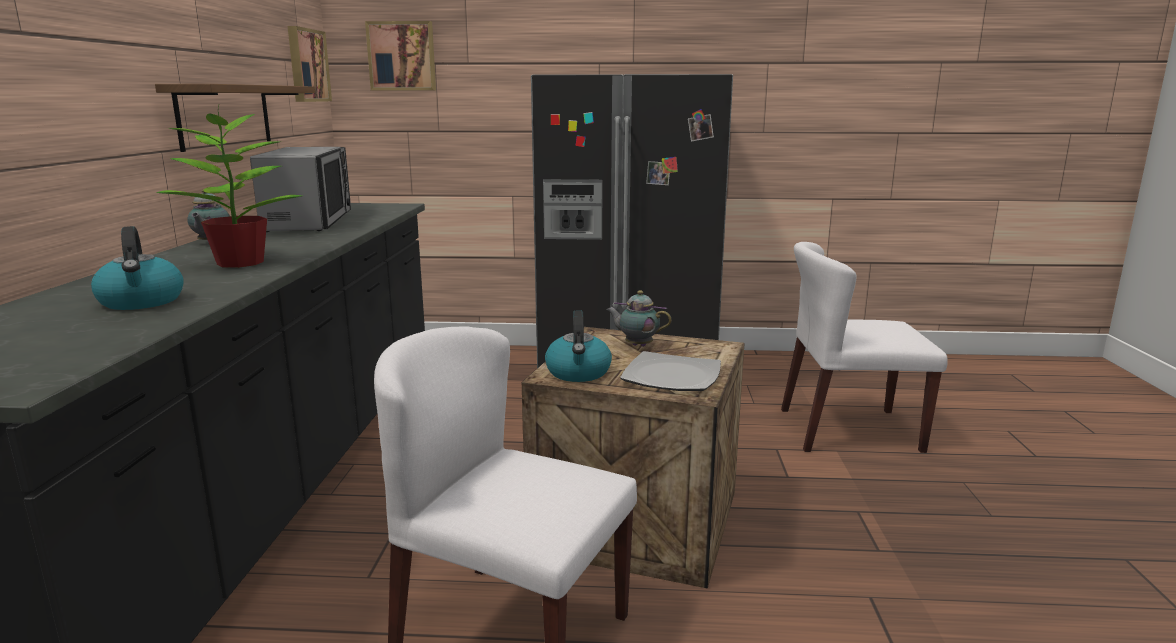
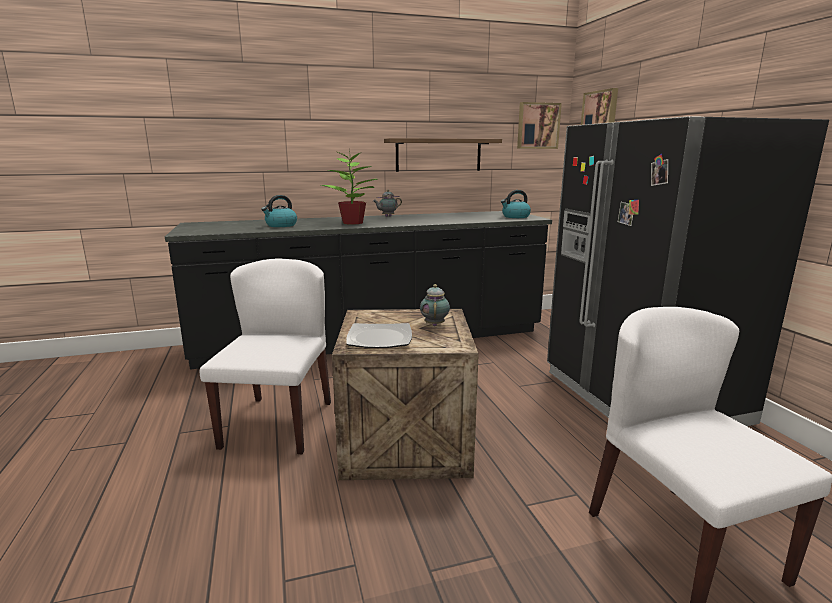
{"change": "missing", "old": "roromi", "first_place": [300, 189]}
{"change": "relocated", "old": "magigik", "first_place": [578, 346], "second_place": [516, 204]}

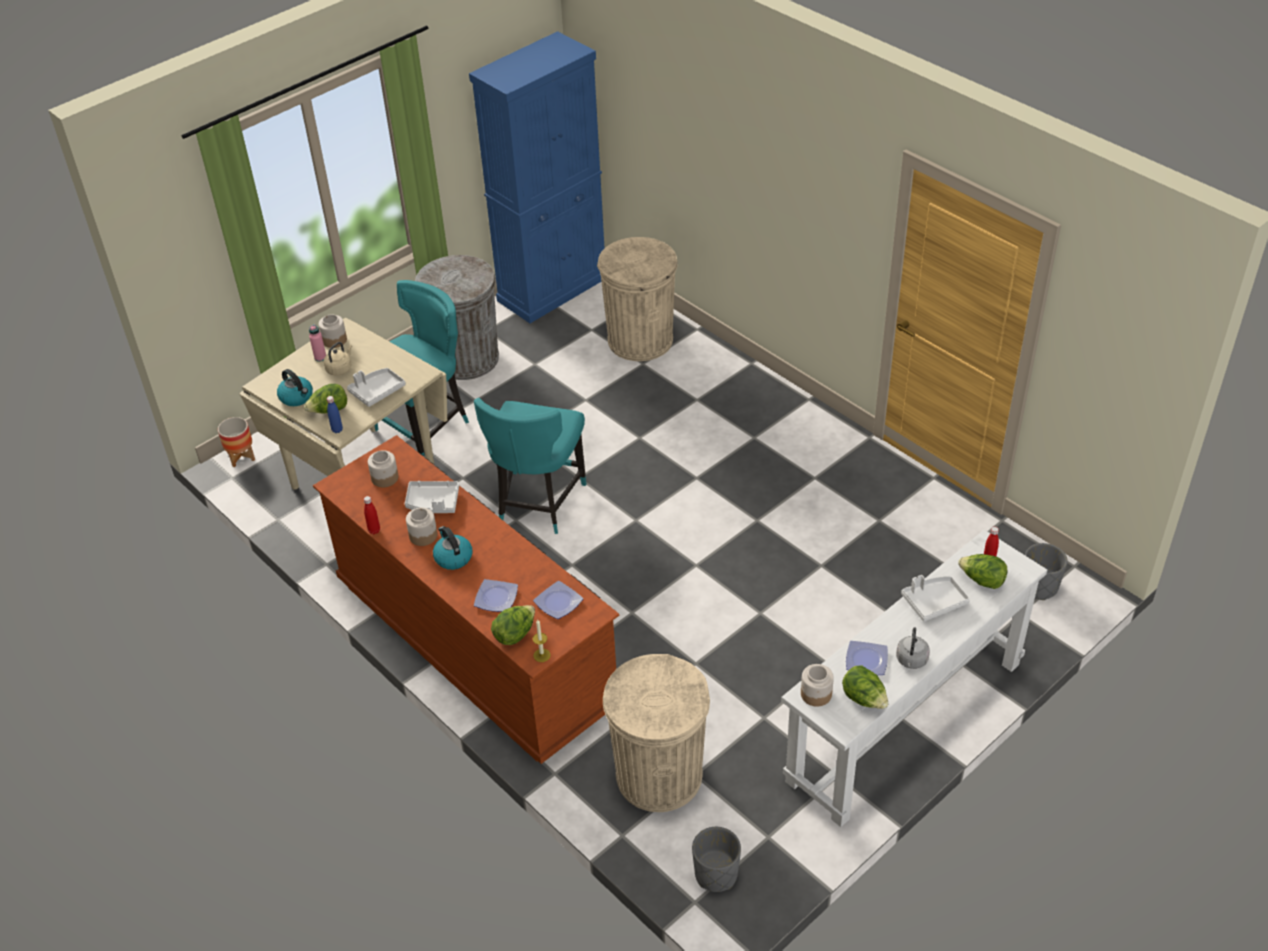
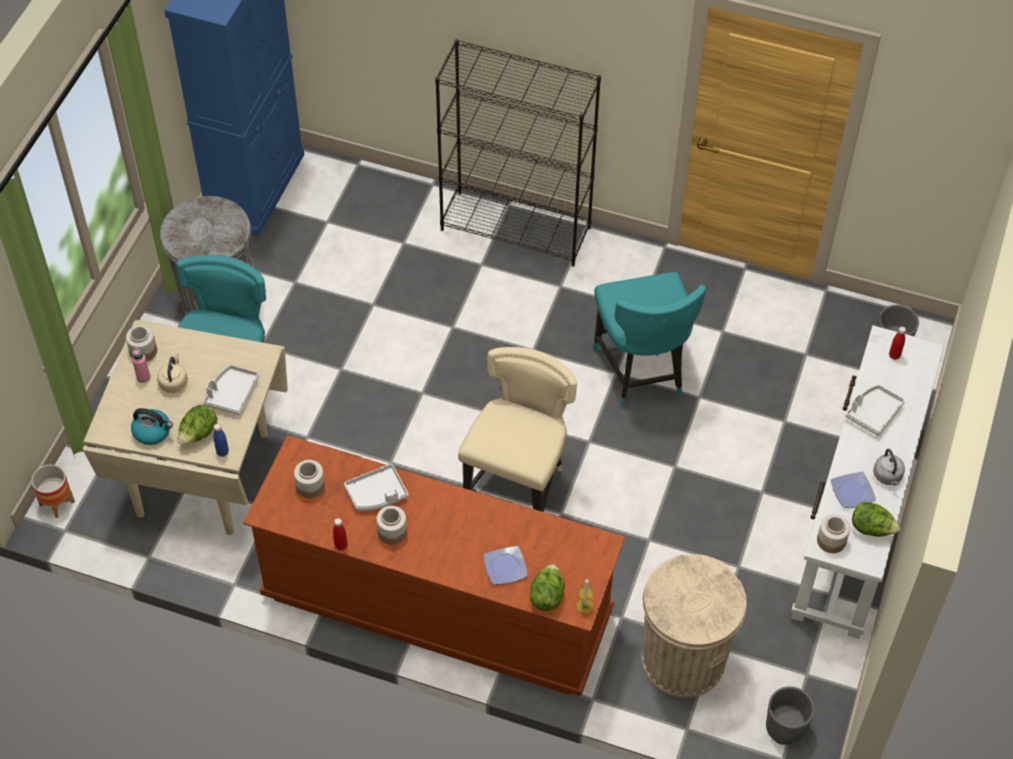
{"change": "missing", "old": "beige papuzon", "first_place": [637, 299]}
{"change": "relocated", "old": "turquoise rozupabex", "first_place": [530, 466], "second_place": [650, 339]}
{"change": "missing", "old": "magigik", "first_place": [453, 548]}
{"change": "missing", "old": "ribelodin", "first_place": [983, 571]}
{"change": "missing", "old": "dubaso", "first_place": [558, 600]}
{"change": "appeared", "new": "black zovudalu", "second_place": [518, 153]}
{"change": "appeared", "new": "beige rozupabex", "second_place": [517, 429]}

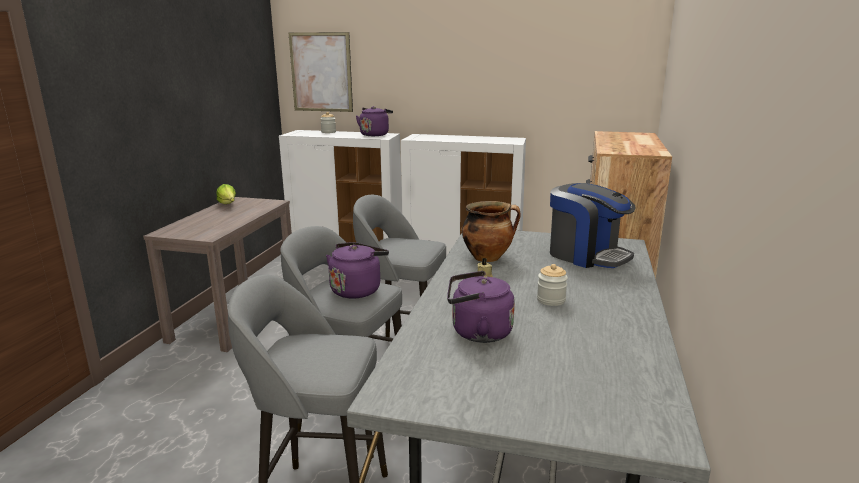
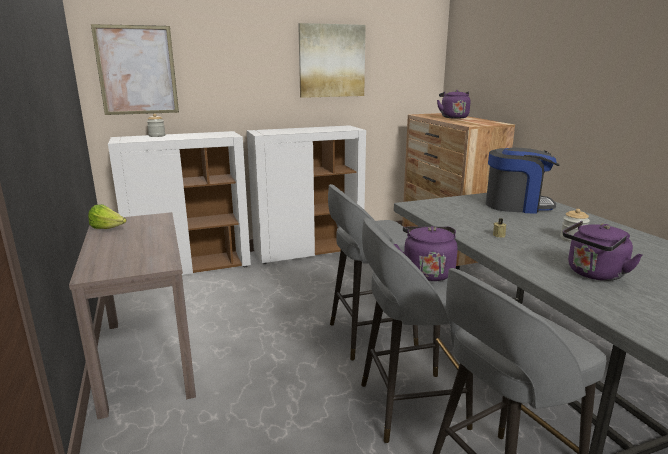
{"change": "relocated", "old": "purple magigik", "first_place": [374, 121], "second_place": [454, 104]}
{"change": "missing", "old": "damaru", "first_place": [491, 231]}
{"change": "appeared", "new": "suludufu", "second_place": [332, 60]}

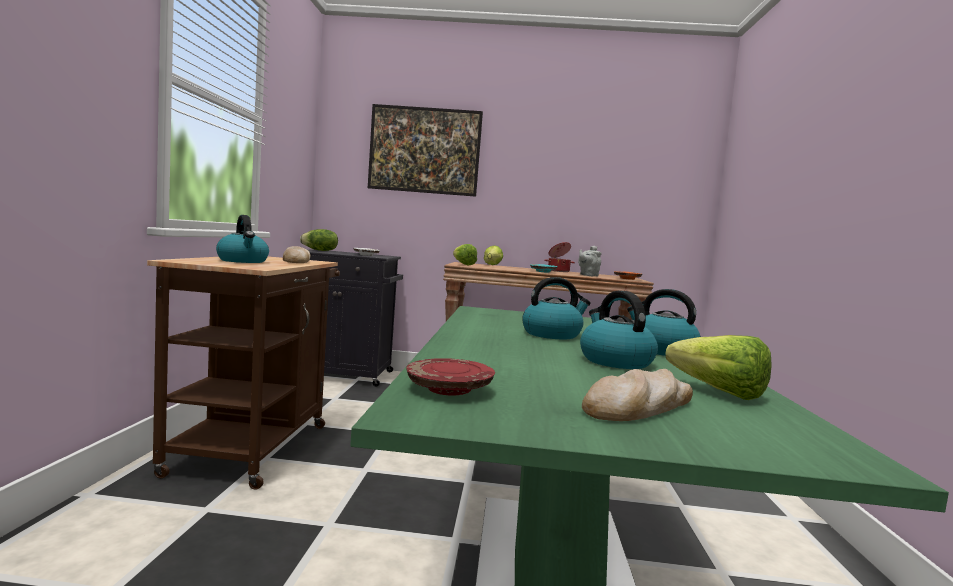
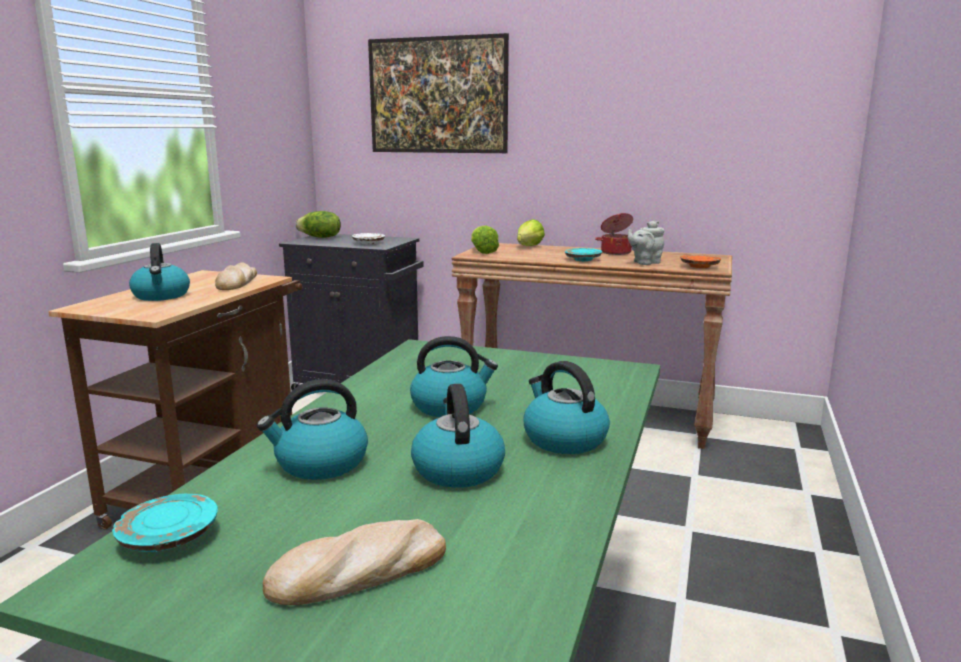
{"change": "missing", "old": "ribelodin", "first_place": [718, 367]}
{"change": "colour", "old": "red dubaso", "new": "turquoise dubaso", "first_place": [450, 376], "second_place": [165, 523]}
{"change": "appeared", "new": "magigik", "second_place": [312, 429]}

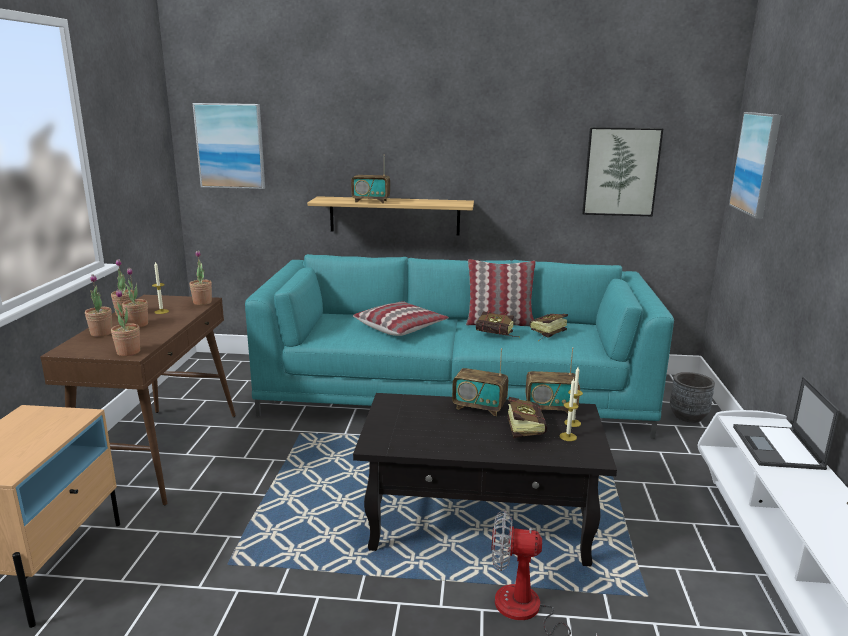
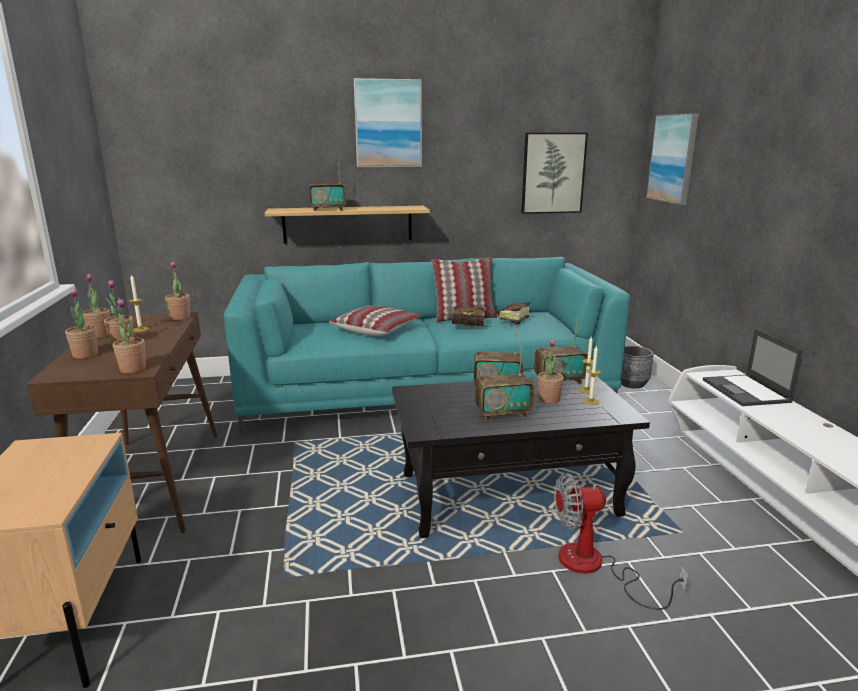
{"change": "relocated", "old": "suludufu", "first_place": [229, 146], "second_place": [388, 122]}
{"change": "exchanged", "old": "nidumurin", "new": "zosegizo", "first_place": [527, 417], "second_place": [551, 371]}
{"change": "appeared", "new": "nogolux", "second_place": [504, 384]}

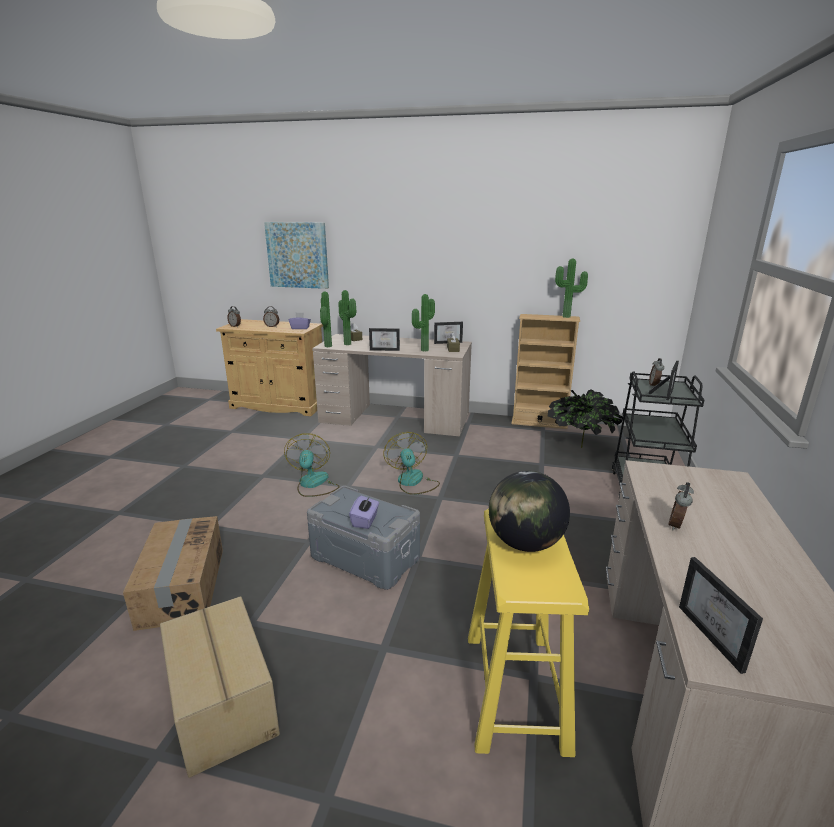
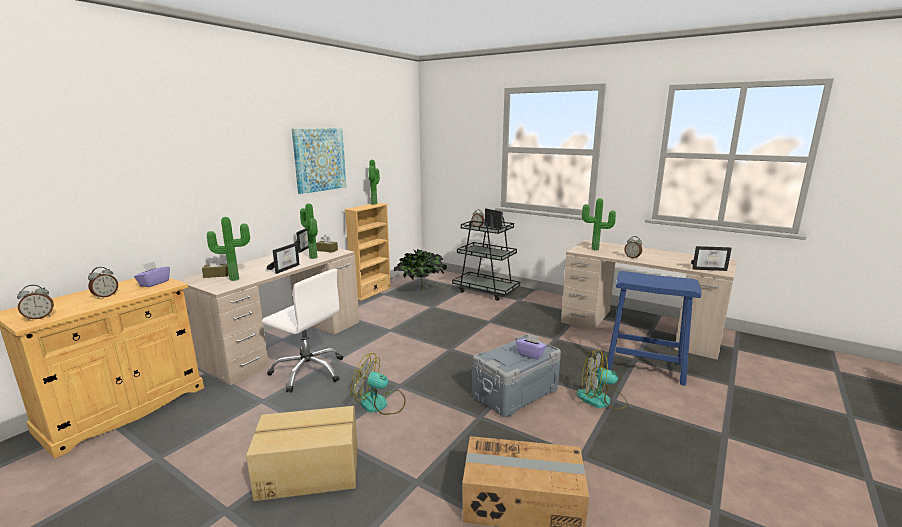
{"change": "relocated", "old": "suludufu", "first_place": [296, 255], "second_place": [319, 161]}
{"change": "relocated", "old": "zosegizo", "first_place": [326, 319], "second_place": [599, 224]}
{"change": "relocated", "old": "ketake", "first_place": [411, 463], "second_place": [602, 379]}
{"change": "missing", "old": "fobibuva", "first_place": [529, 511]}
{"change": "colour", "old": "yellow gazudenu", "new": "blue gazudenu", "first_place": [528, 632], "second_place": [654, 328]}
{"change": "relocated", "old": "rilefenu", "first_place": [220, 687], "second_place": [301, 453]}
{"change": "appeared", "new": "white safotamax", "second_place": [302, 331]}

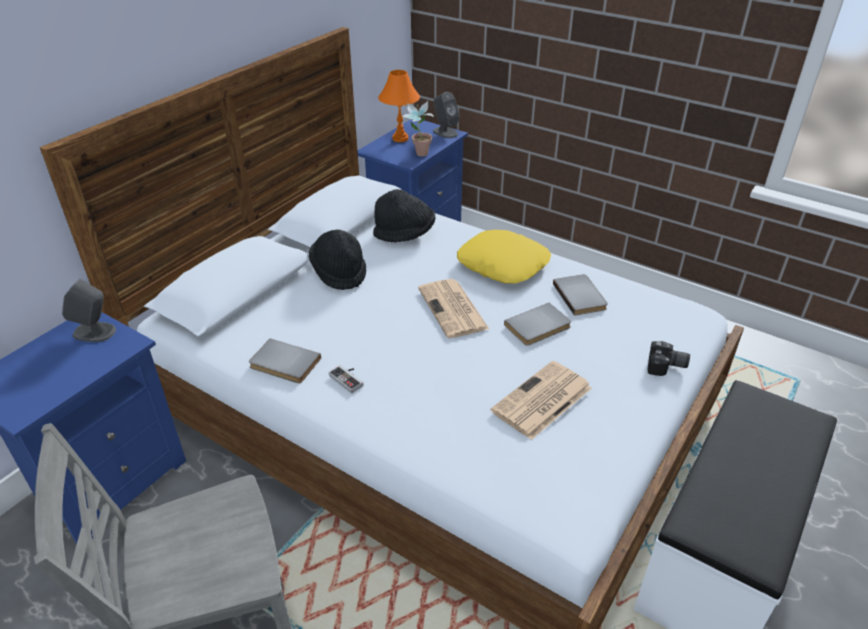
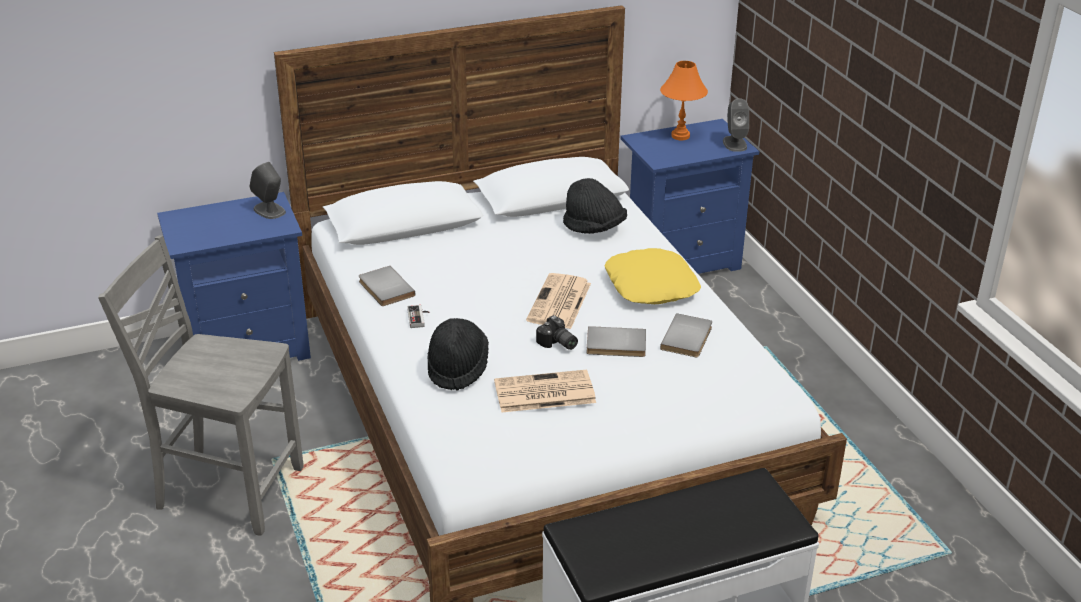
{"change": "missing", "old": "zosegizo", "first_place": [418, 129]}
{"change": "relocated", "old": "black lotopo", "first_place": [337, 259], "second_place": [458, 354]}
{"change": "relocated", "old": "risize", "first_place": [668, 358], "second_place": [557, 332]}

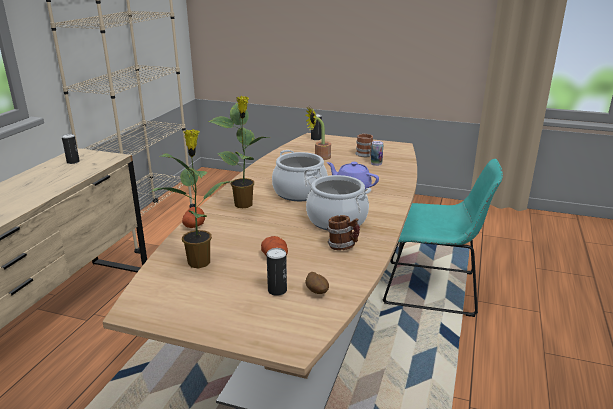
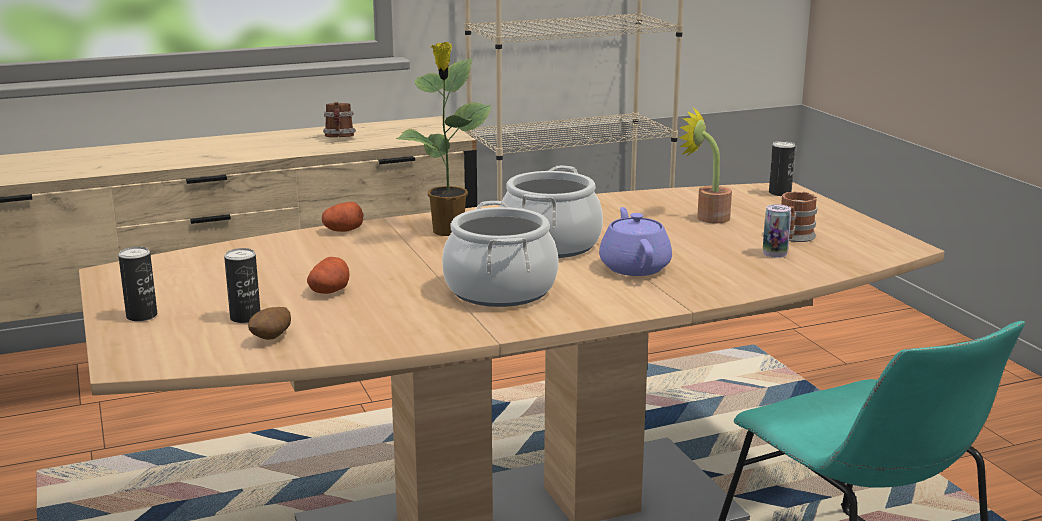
{"change": "missing", "old": "zosegizo", "first_place": [192, 199]}
{"change": "relocated", "old": "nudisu", "first_place": [71, 149], "second_place": [137, 284]}
{"change": "relocated", "old": "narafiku", "first_place": [343, 232], "second_place": [339, 119]}

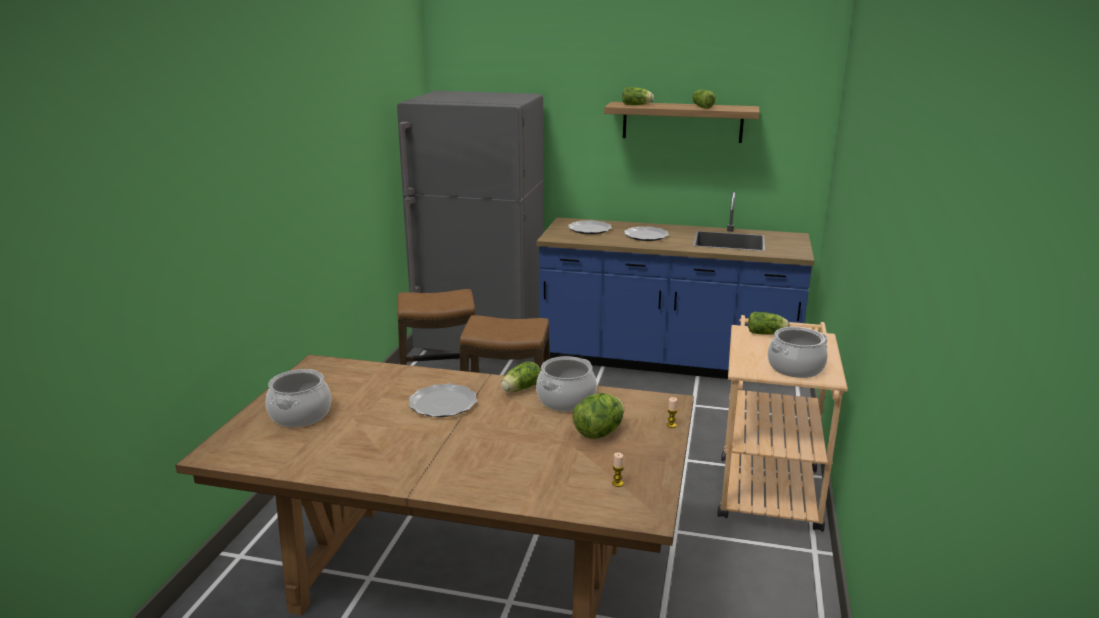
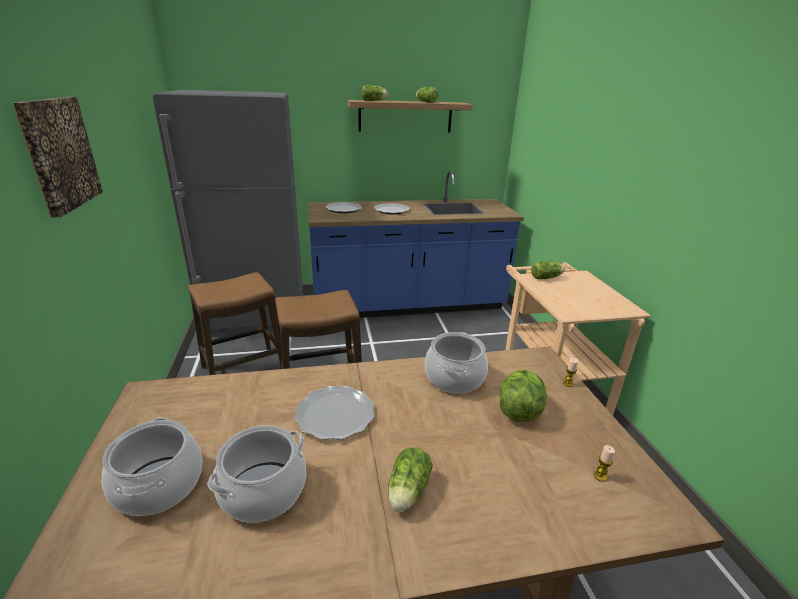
{"change": "relocated", "old": "damaru", "first_place": [798, 352], "second_place": [256, 474]}
{"change": "relocated", "old": "ribelodin", "first_place": [521, 376], "second_place": [410, 479]}
{"change": "appeared", "new": "suludufu", "second_place": [57, 157]}

